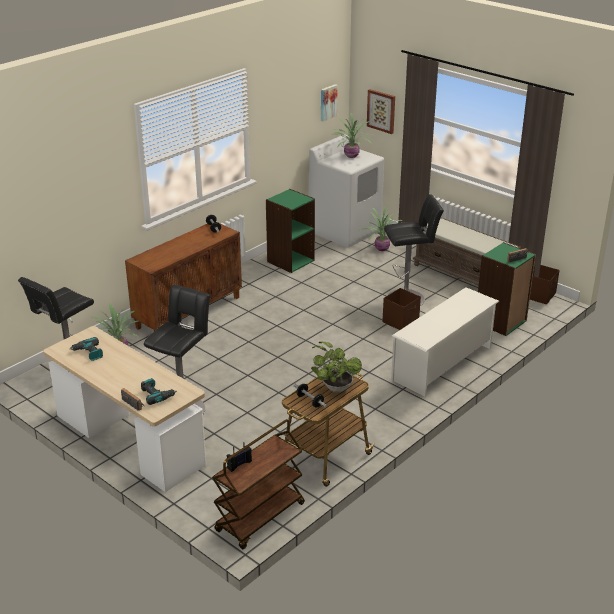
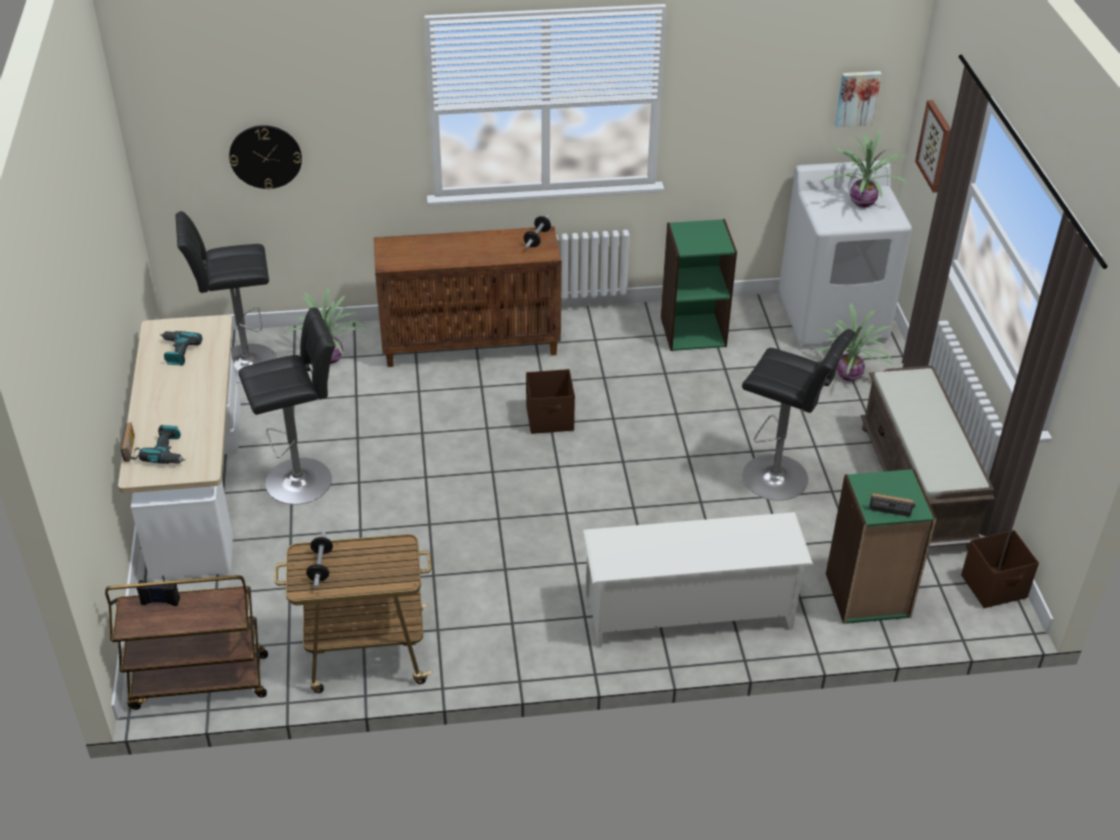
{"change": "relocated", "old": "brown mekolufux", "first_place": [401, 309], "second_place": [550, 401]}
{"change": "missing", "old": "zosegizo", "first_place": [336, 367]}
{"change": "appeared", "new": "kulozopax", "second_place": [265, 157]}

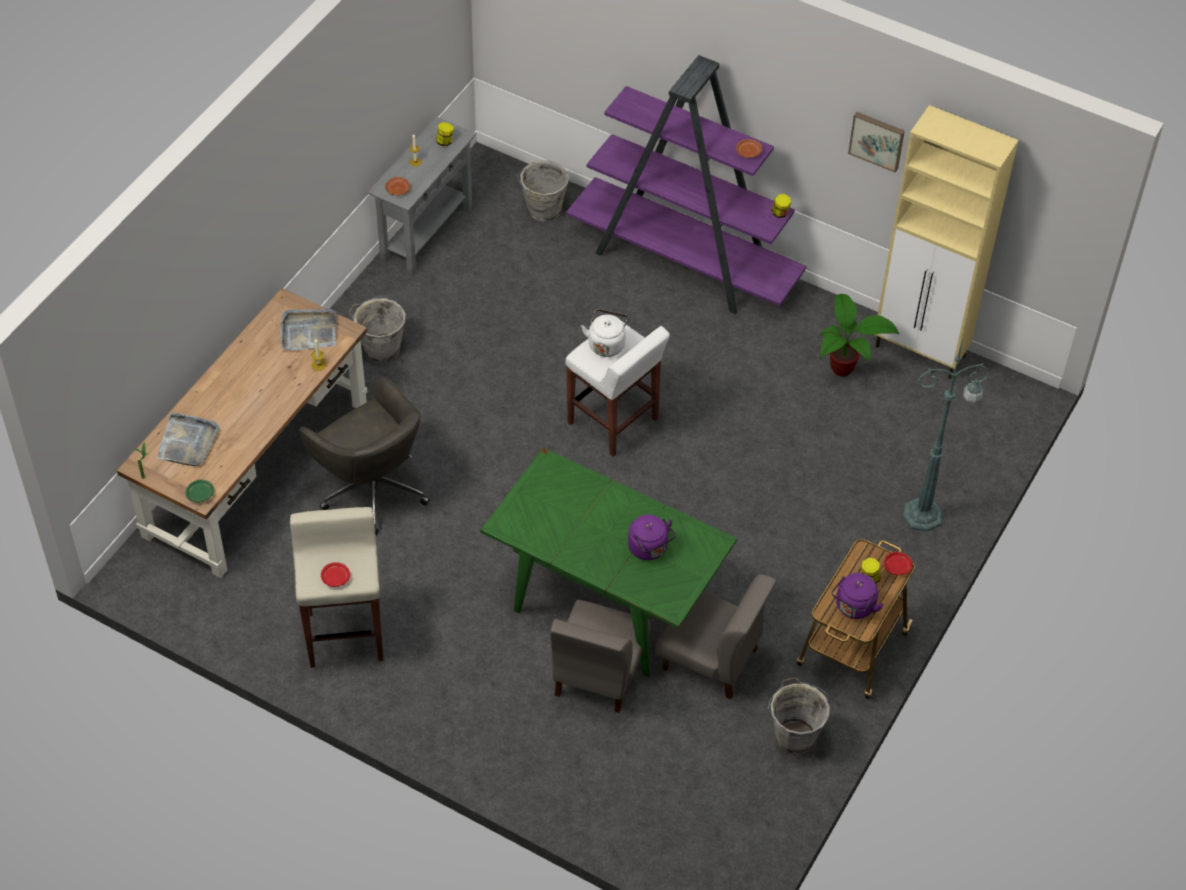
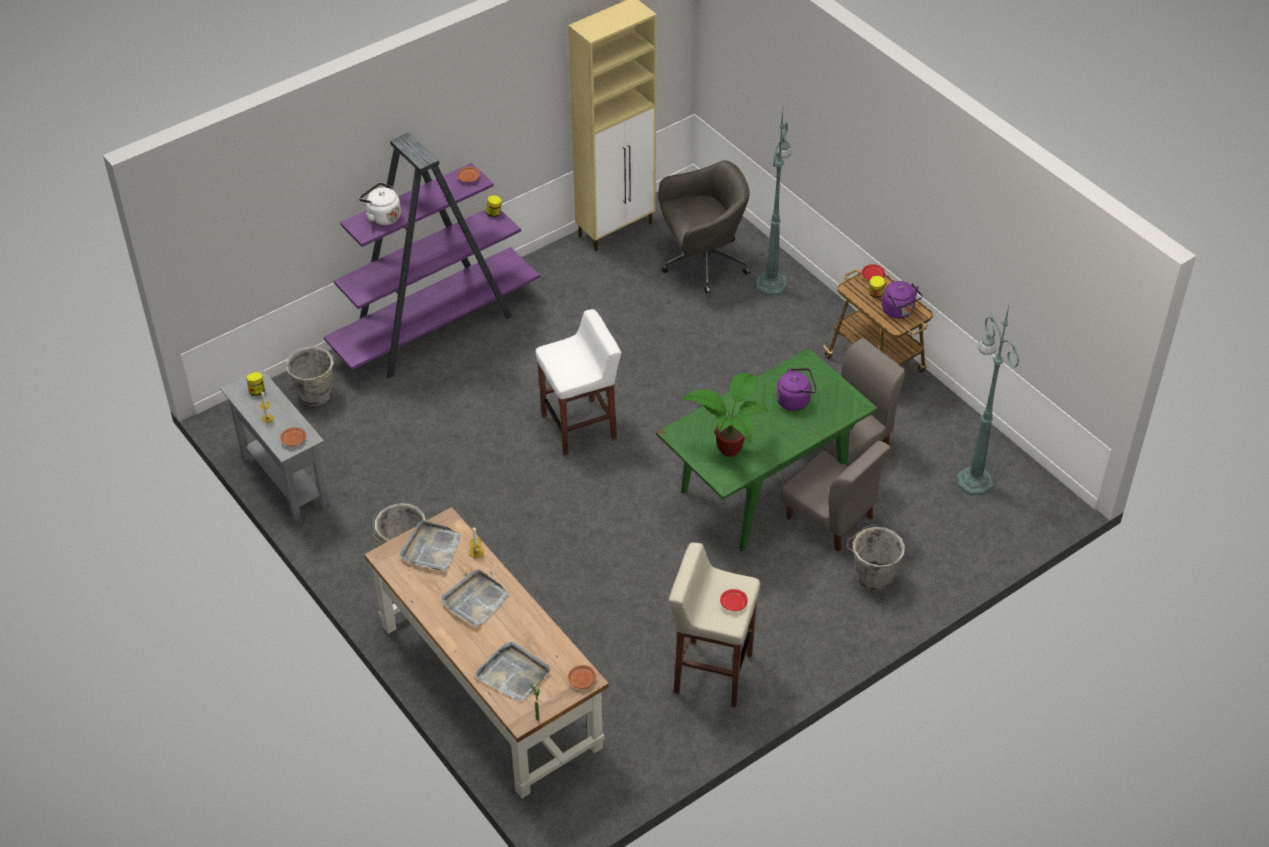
{"change": "missing", "old": "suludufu", "first_place": [876, 142]}
{"change": "relocated", "old": "zosegizo", "first_place": [859, 335], "second_place": [725, 415]}
{"change": "relocated", "old": "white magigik", "first_place": [605, 333], "second_place": [380, 204]}
{"change": "relocated", "old": "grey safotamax", "first_place": [364, 456], "second_place": [704, 227]}
{"change": "colour", "old": "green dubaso", "new": "brown dubaso", "first_place": [199, 490], "second_place": [582, 677]}
{"change": "relocated", "old": "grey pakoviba", "first_place": [799, 716], "second_place": [876, 557]}
{"change": "appeared", "new": "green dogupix", "second_place": [987, 400]}
{"change": "appeared", "new": "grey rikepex", "second_place": [476, 598]}

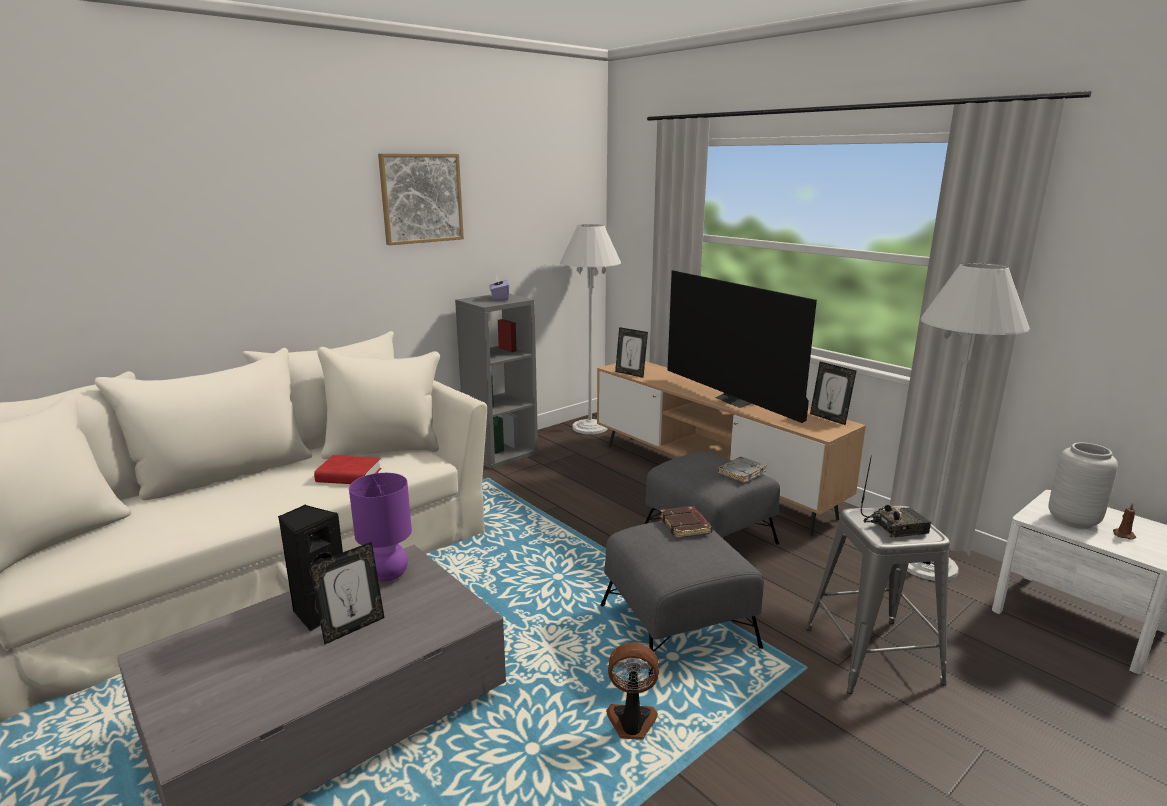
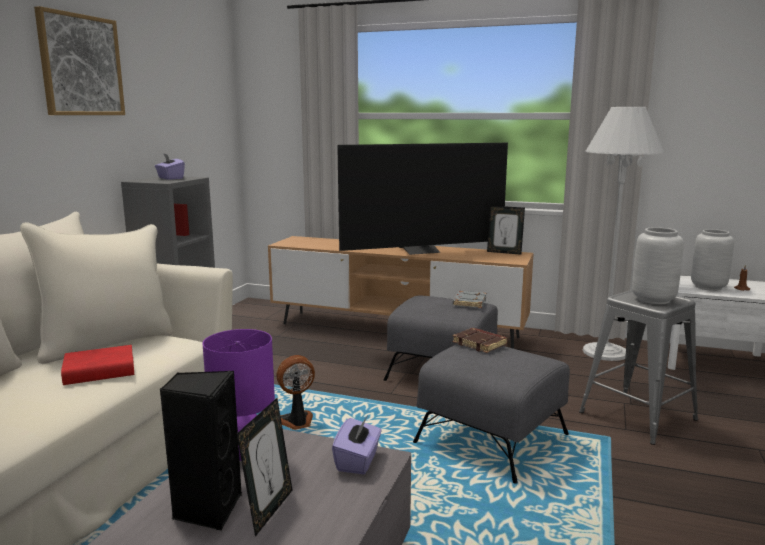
{"change": "missing", "old": "white dogupix", "first_place": [590, 329]}
{"change": "spun", "old": "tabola", "first_place": [742, 346], "second_place": [422, 199], "degrees": -45}
{"change": "missing", "old": "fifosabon", "first_place": [631, 352]}
{"change": "exchanged", "old": "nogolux", "new": "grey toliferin", "first_place": [896, 496], "second_place": [658, 265]}
{"change": "relocated", "old": "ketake", "first_place": [632, 691], "second_place": [296, 392]}
{"change": "appeared", "new": "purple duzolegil", "second_place": [357, 445]}

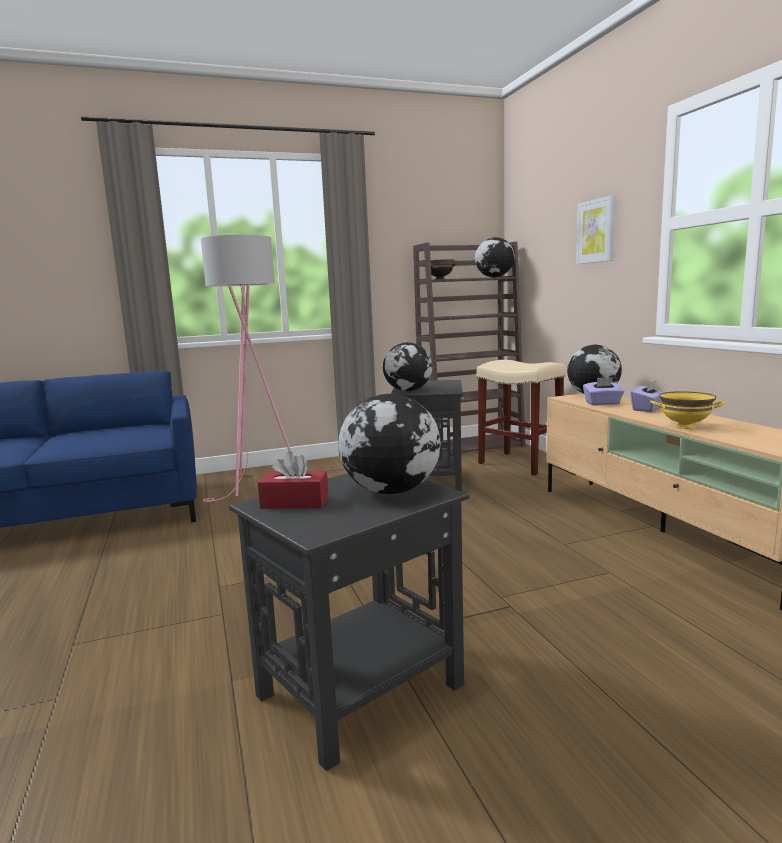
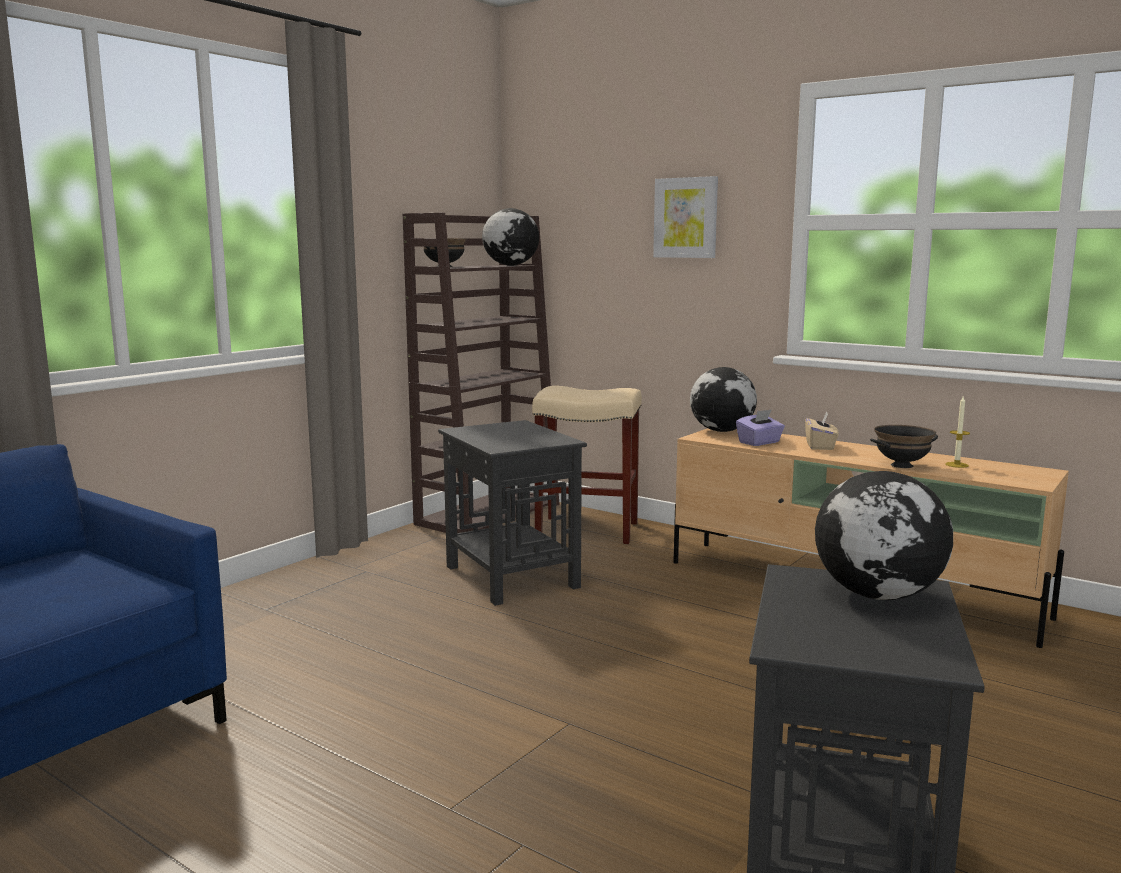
{"change": "missing", "old": "pink dogupix", "first_place": [246, 368]}
{"change": "missing", "old": "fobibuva", "first_place": [407, 366]}
{"change": "colour", "old": "purple duzolegil", "new": "beige duzolegil", "first_place": [648, 396], "second_place": [822, 431]}
{"change": "colour", "old": "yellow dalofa", "new": "black dalofa", "first_place": [687, 410], "second_place": [904, 446]}
{"change": "missing", "old": "red duzolegil", "first_place": [292, 480]}
{"change": "appeared", "new": "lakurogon", "second_place": [957, 432]}

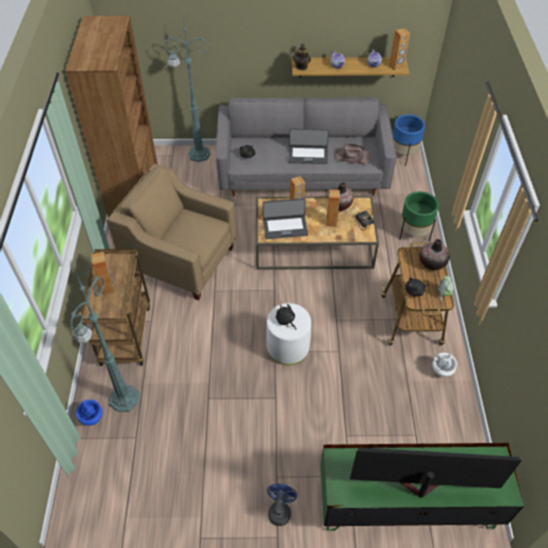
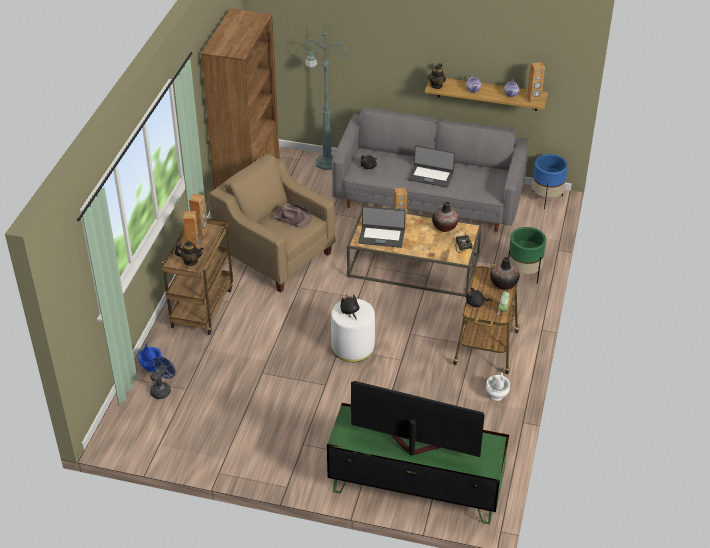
{"change": "relocated", "old": "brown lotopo", "first_place": [352, 154], "second_place": [293, 216]}
{"change": "relocated", "old": "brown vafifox", "first_place": [333, 208], "second_place": [198, 215]}
{"change": "missing", "old": "green dogupix", "first_place": [105, 342]}
{"change": "relocated", "old": "blue ketake", "first_place": [282, 505], "second_place": [162, 377]}
{"change": "appeared", "new": "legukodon", "second_place": [189, 253]}

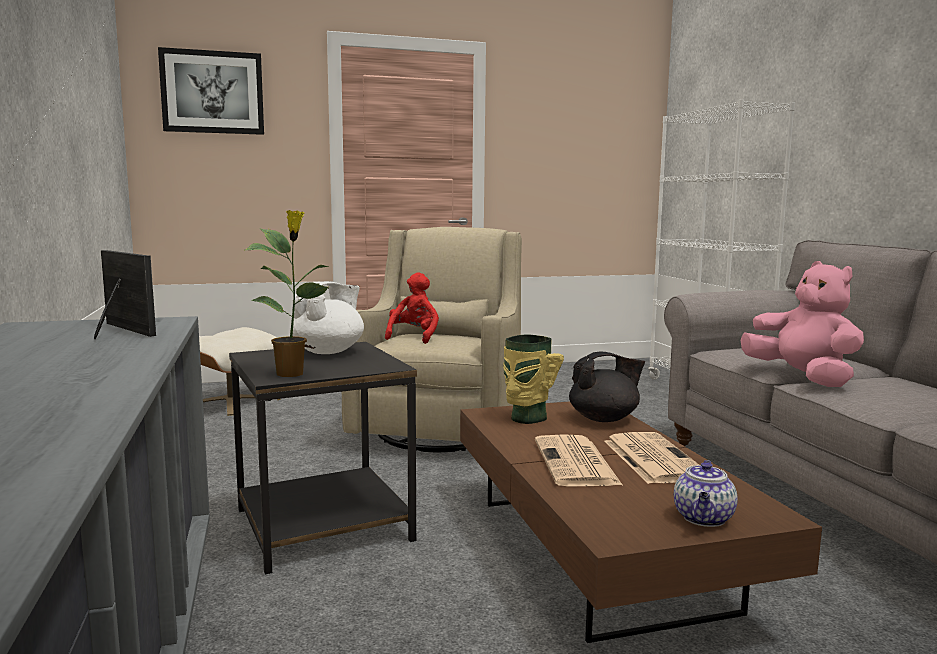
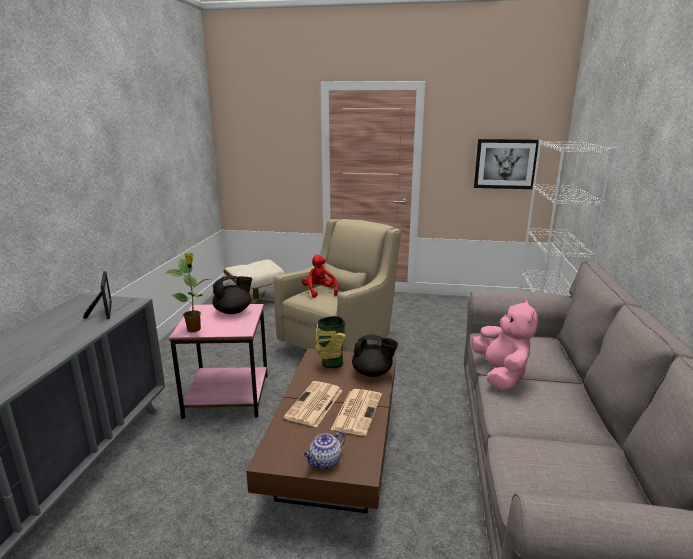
{"change": "relocated", "old": "suludufu", "first_place": [211, 91], "second_place": [506, 164]}
{"change": "spun", "old": "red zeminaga", "first_place": [412, 308], "second_place": [320, 276], "degrees": -60}
{"change": "colour", "old": "white legukodon", "new": "black legukodon", "first_place": [327, 318], "second_place": [232, 295]}
{"change": "colour", "old": "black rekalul", "new": "pink rekalul", "first_place": [323, 458], "second_place": [218, 361]}

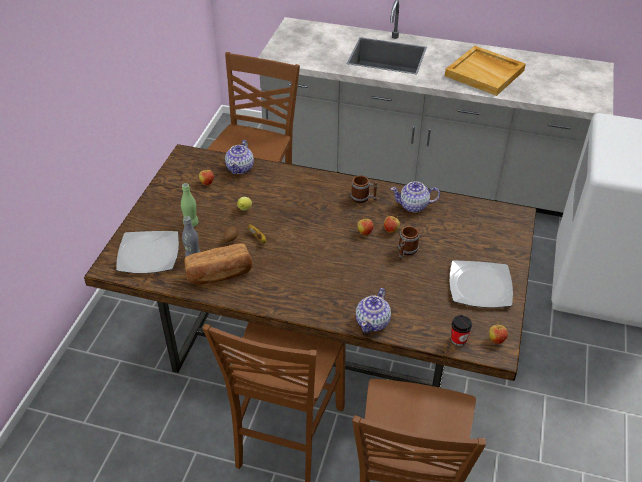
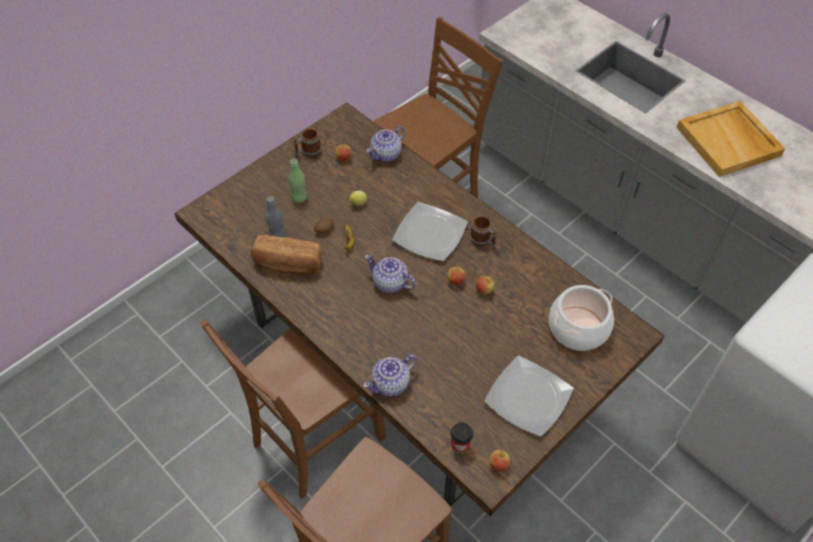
{"change": "relocated", "old": "legukodon", "first_place": [415, 196], "second_place": [391, 274]}
{"change": "relocated", "old": "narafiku", "first_place": [409, 243], "second_place": [307, 142]}
{"change": "relocated", "old": "dubaso", "first_place": [147, 252], "second_place": [430, 232]}
{"change": "appeared", "new": "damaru", "second_place": [581, 318]}

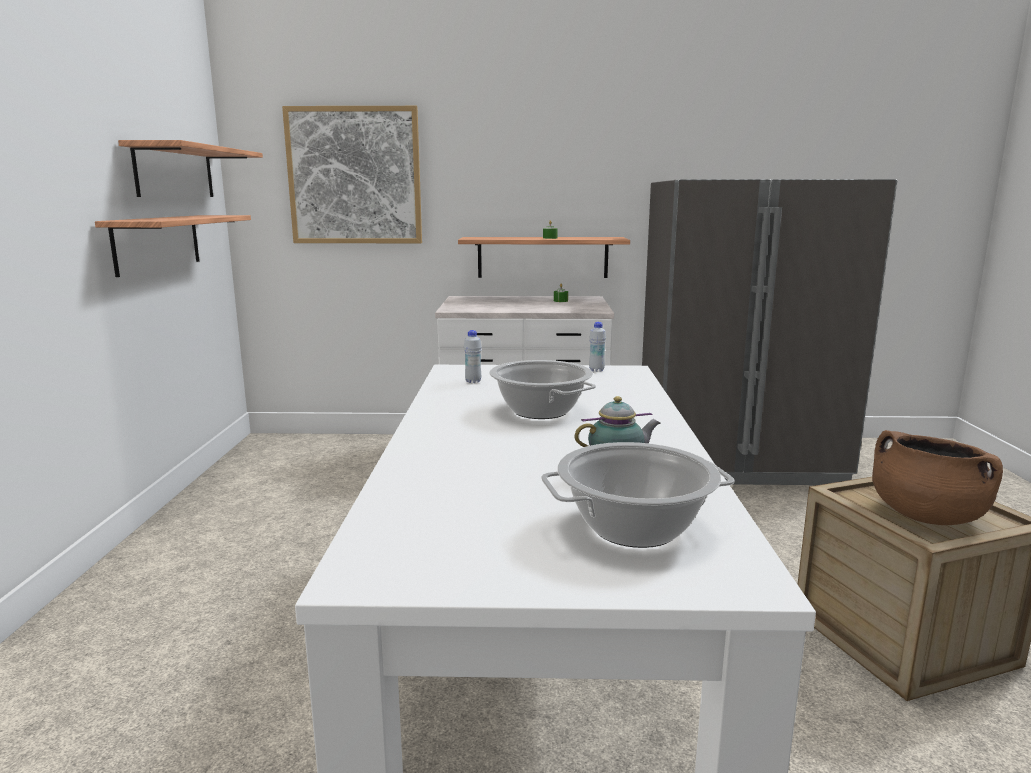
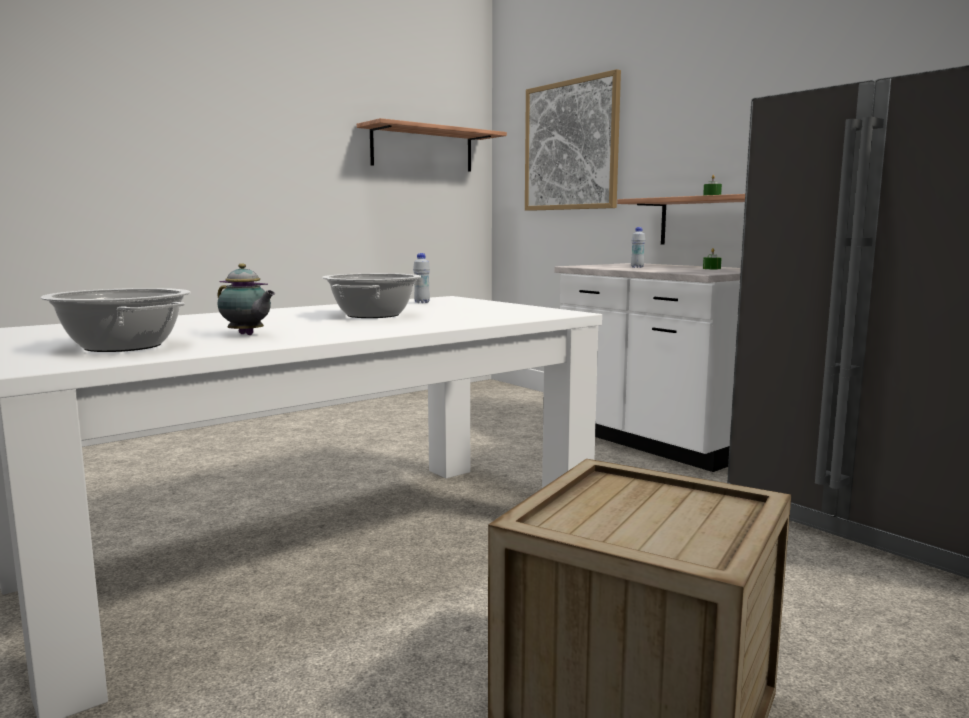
{"change": "missing", "old": "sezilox", "first_place": [173, 246]}
{"change": "relocated", "old": "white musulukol", "first_place": [597, 347], "second_place": [638, 247]}
{"change": "missing", "old": "brown damaru", "first_place": [937, 477]}

